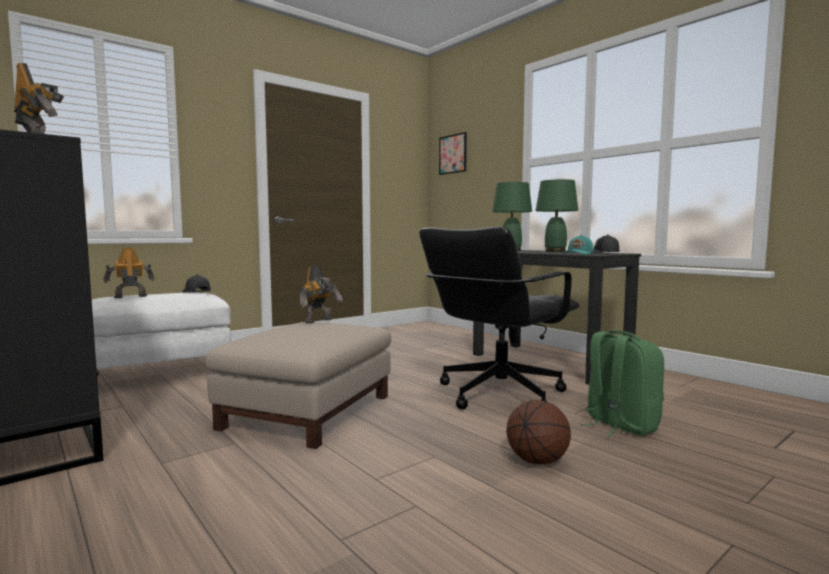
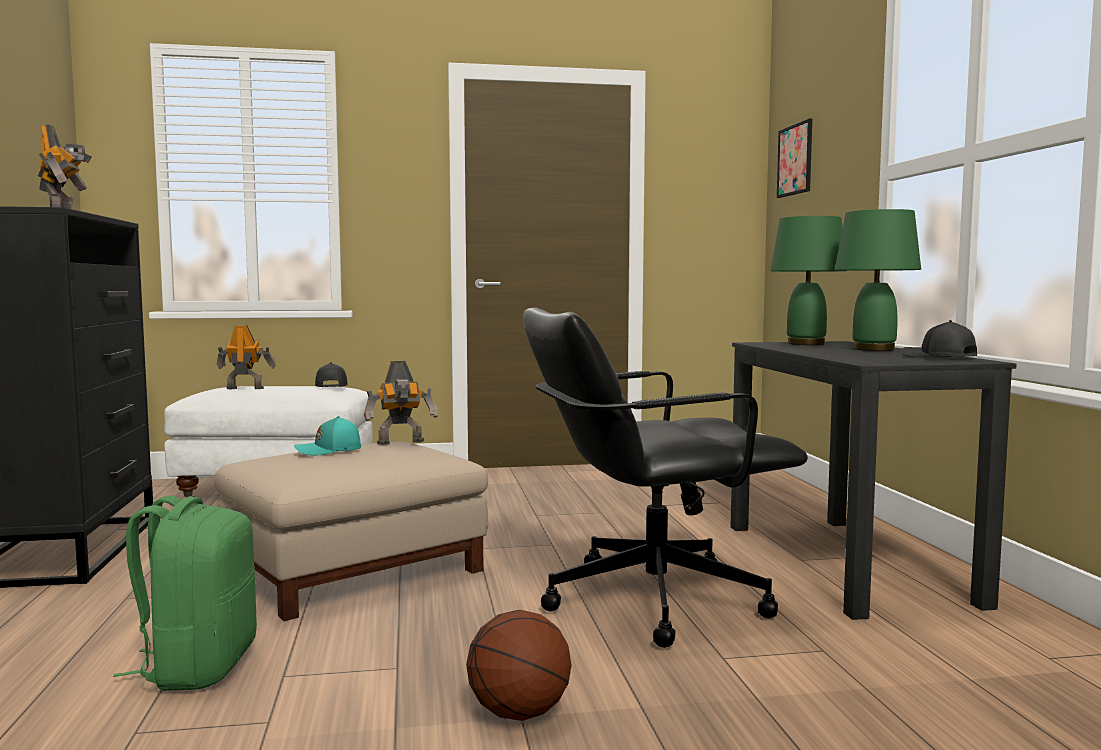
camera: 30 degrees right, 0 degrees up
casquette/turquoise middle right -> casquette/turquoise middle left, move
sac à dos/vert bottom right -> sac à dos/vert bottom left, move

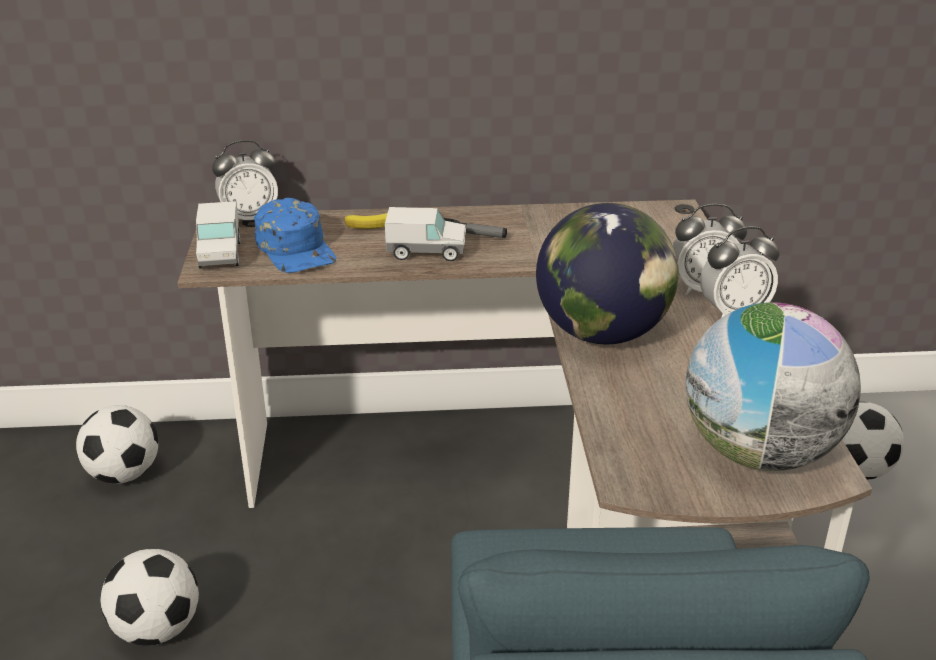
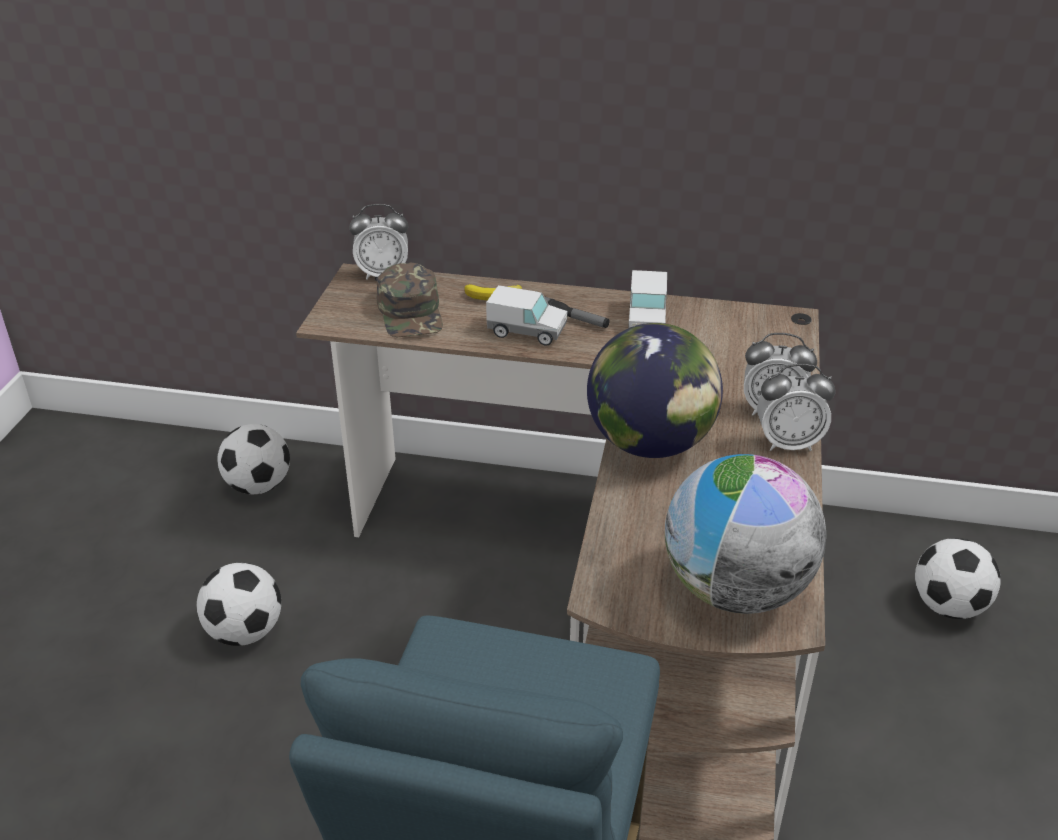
camera: 15 degrees right, 5 degrees up
casquette/bleu middle left -> casquette/vert centre
camion jouet (1st from left in the first image) middle left -> camion jouet (2nd from left) centre, move

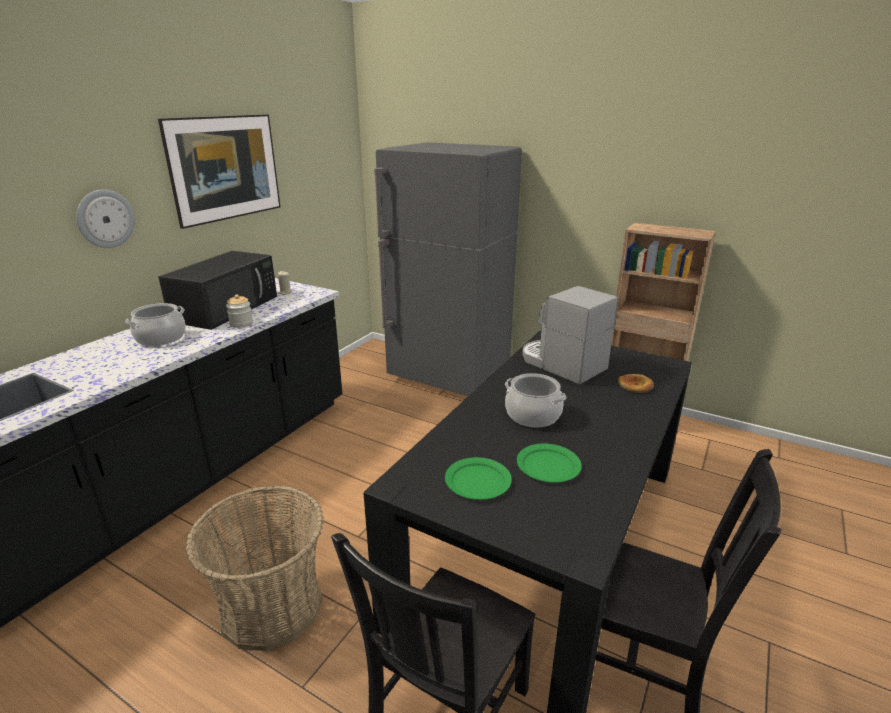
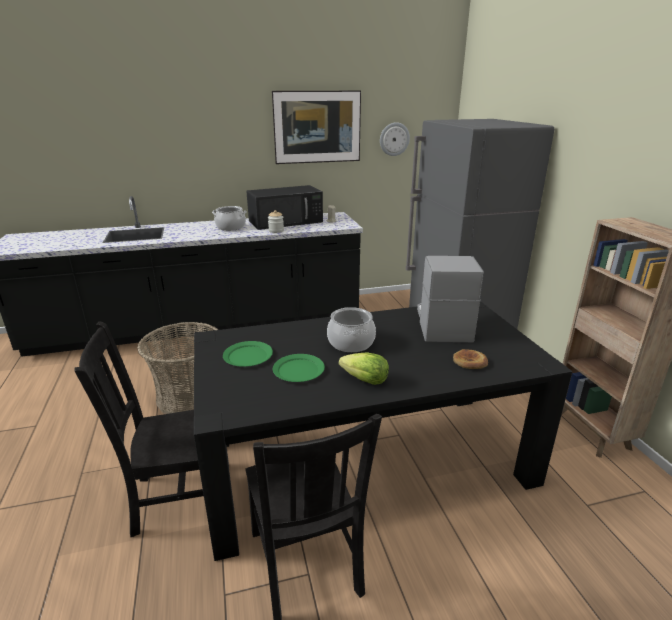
camera: 45 degrees right, 0 degrees up
horloge murale top left -> horloge murale top centre, move
none -> laitue centre

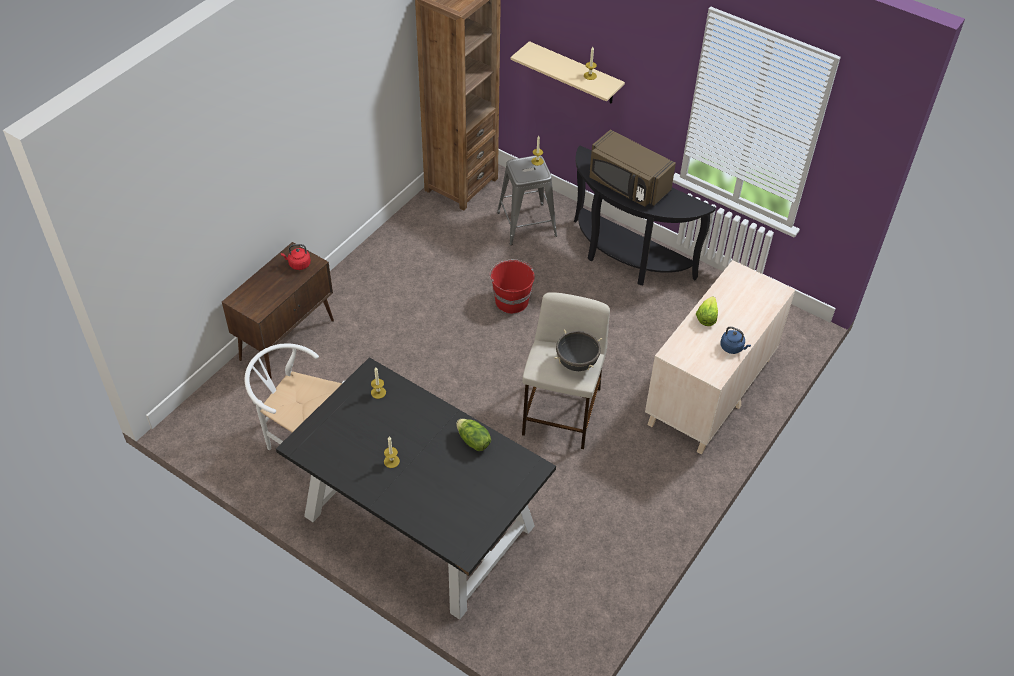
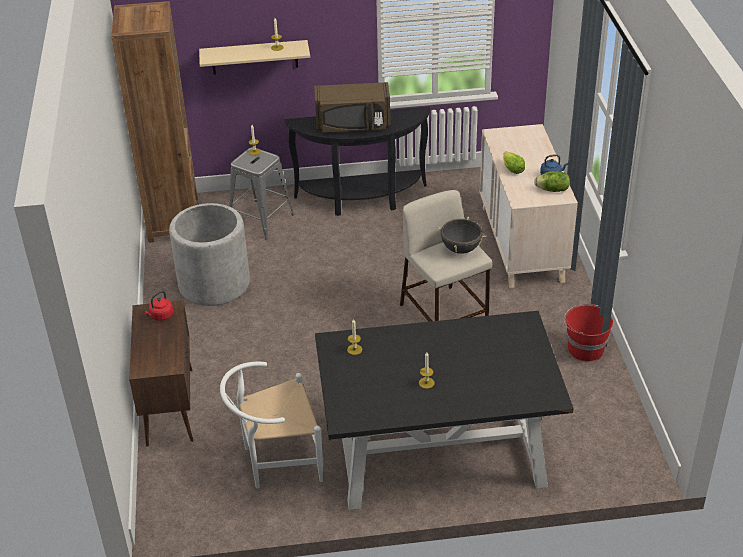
camera: 40 degrees left, 10 degrees down
seau/rouge centre -> seau/rouge middle right, move
laitue (1st from left in the first image) centre -> laitue (2nd from left) top right, move
none -> cache-pot/gris middle left

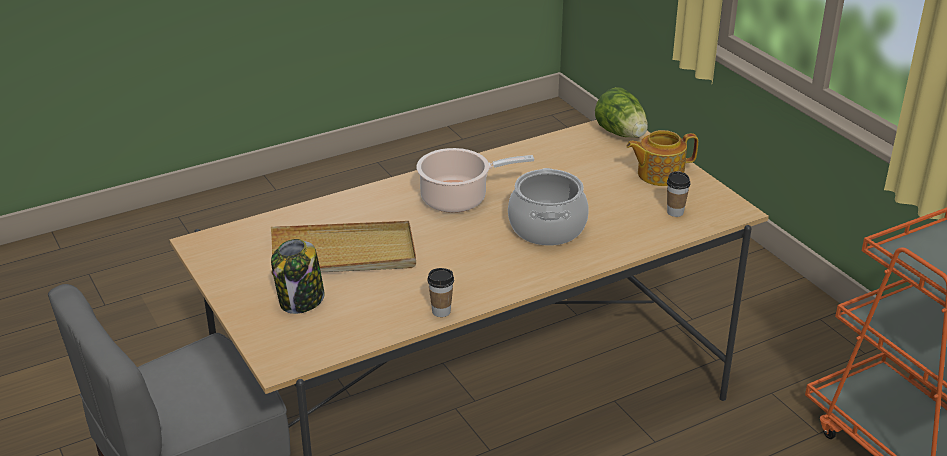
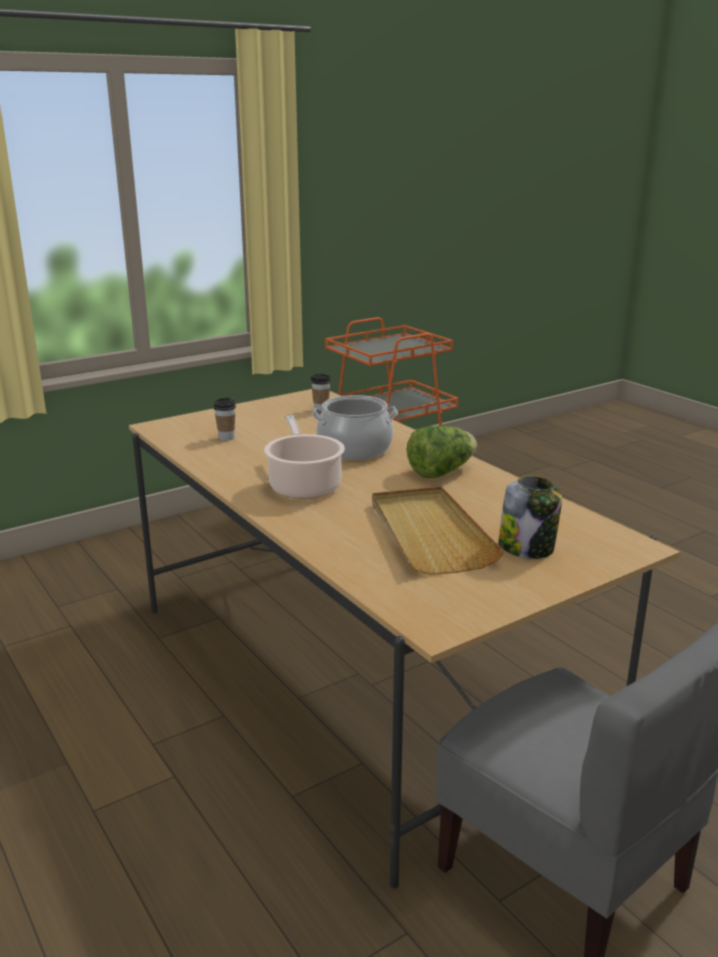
camera: 95 degrees left, 10 degrees down
laitue top centre -> laitue centre, move
théière middle right -> none
tasse (1st from left) centre -> tasse (1st from left) middle left, move

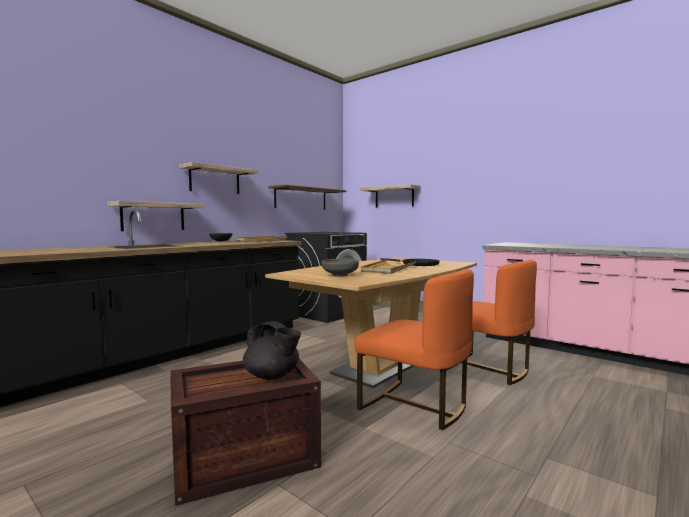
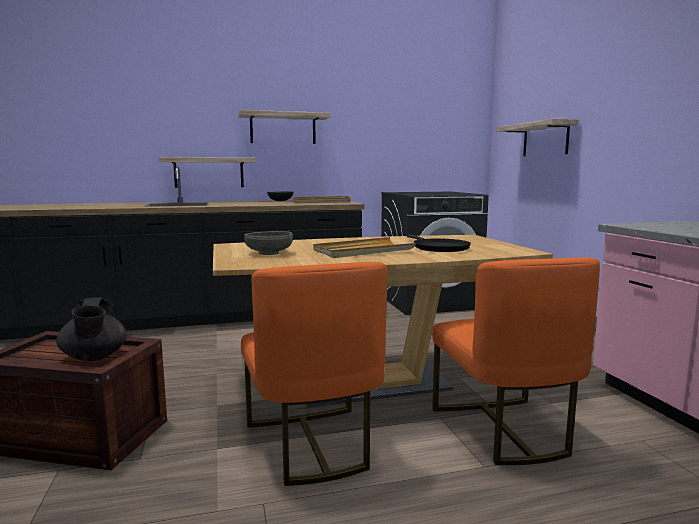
camera: 35 degrees right, 5 degrees up
étagère (3rd from left) centre -> none

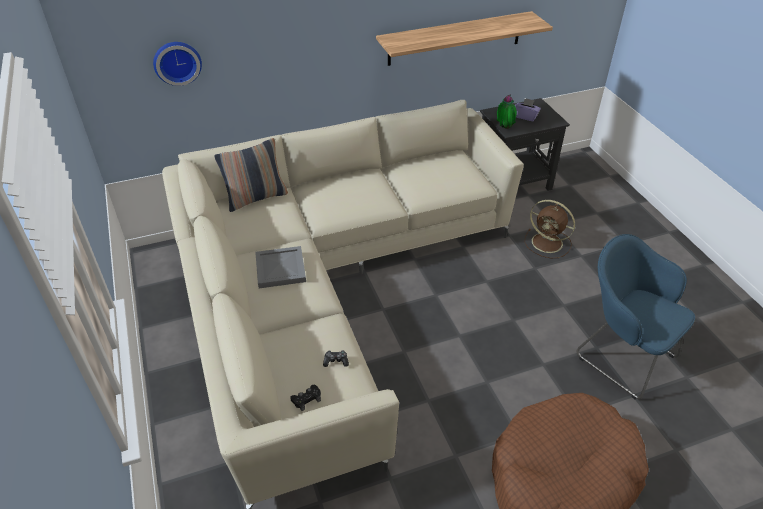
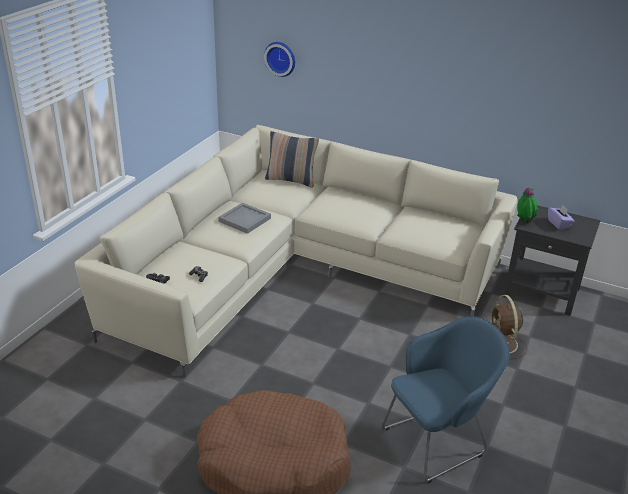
camera: 45 degrees right, 10 degrees down
étagère top centre -> none
fauteuil/bleu middle right -> fauteuil/bleu bottom right, 60 degrees clockwise

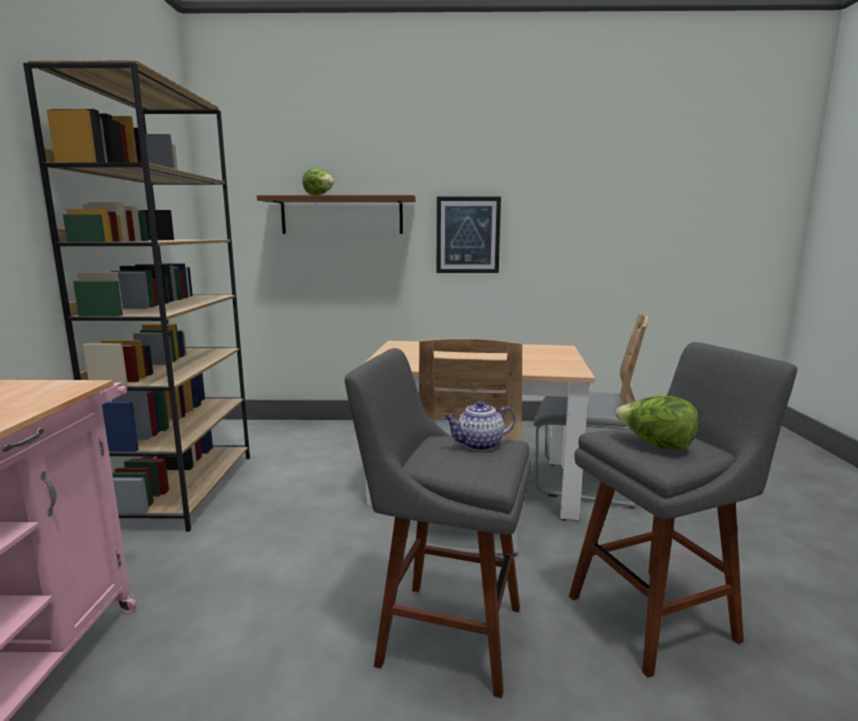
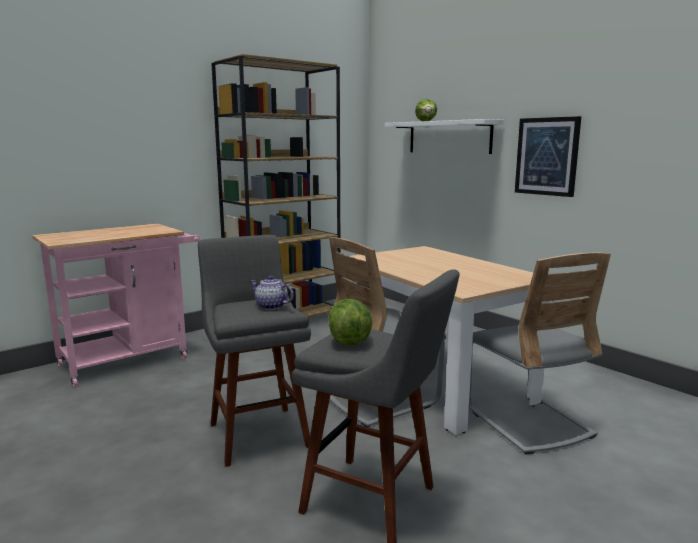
camera: 50 degrees right, 0 degrees up
étagère/marron top centre -> étagère/blanc top centre

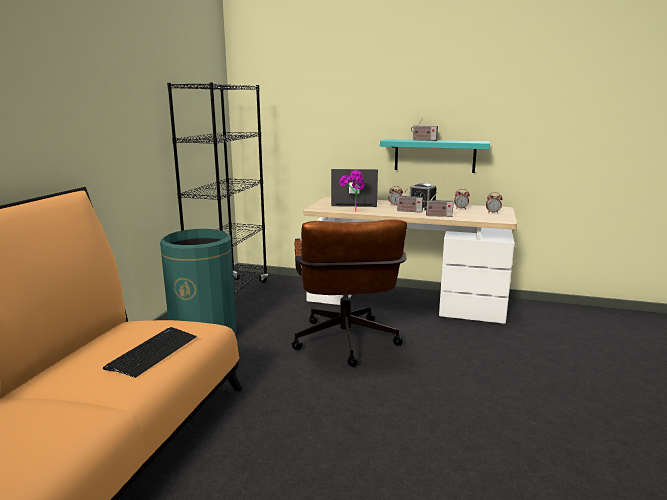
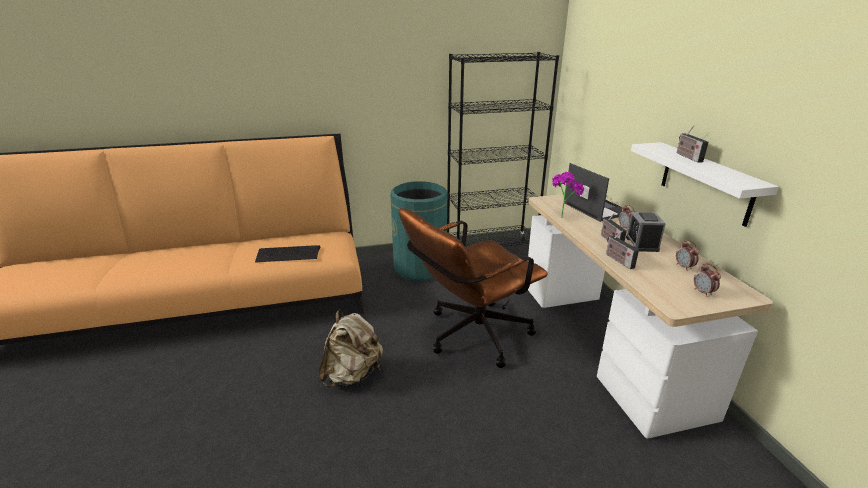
camera: 60 degrees right, 10 degrees up
étagère/turquoise top centre -> étagère/blanc middle right
none -> sac à dos/beige bottom centre

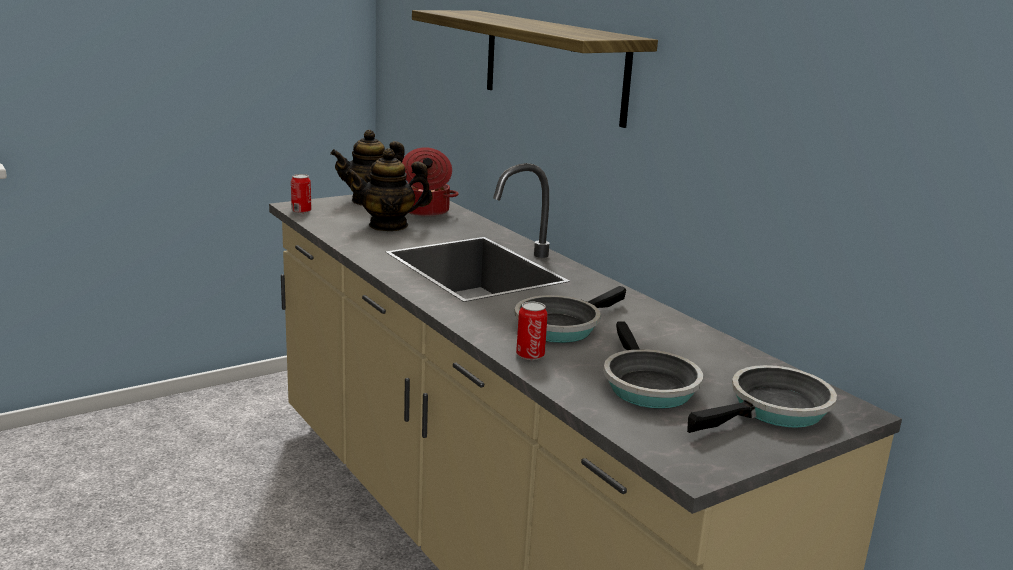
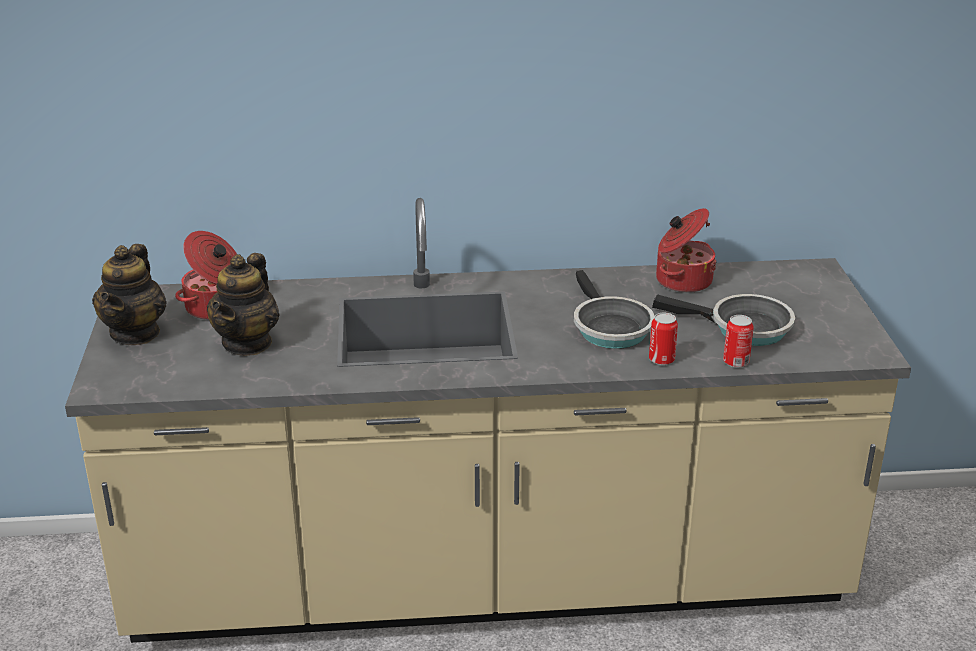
camera: 60 degrees left, 10 degrees up
étagère top centre -> none
boîte métallique (1st from left in the first image) middle left -> boîte métallique (2nd from left) middle right, move
poêle (3rd from left) bottom right -> none
none -> marmite (2nd from left) middle right

